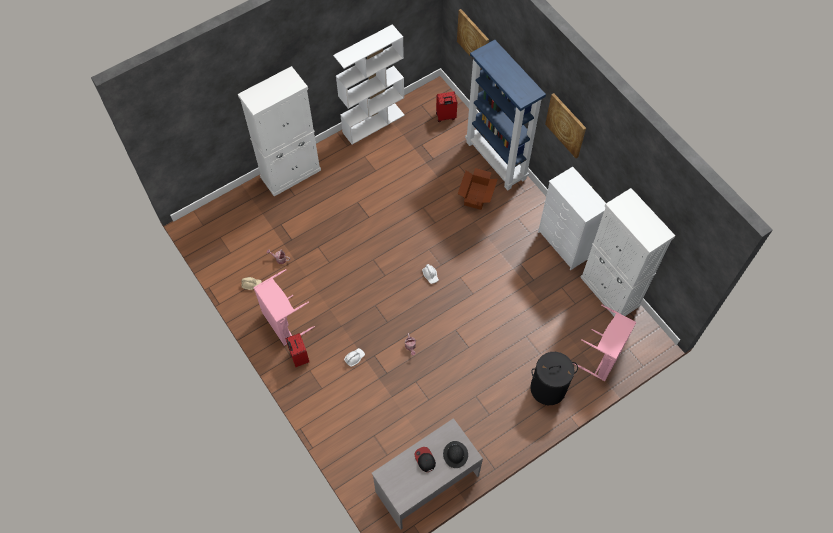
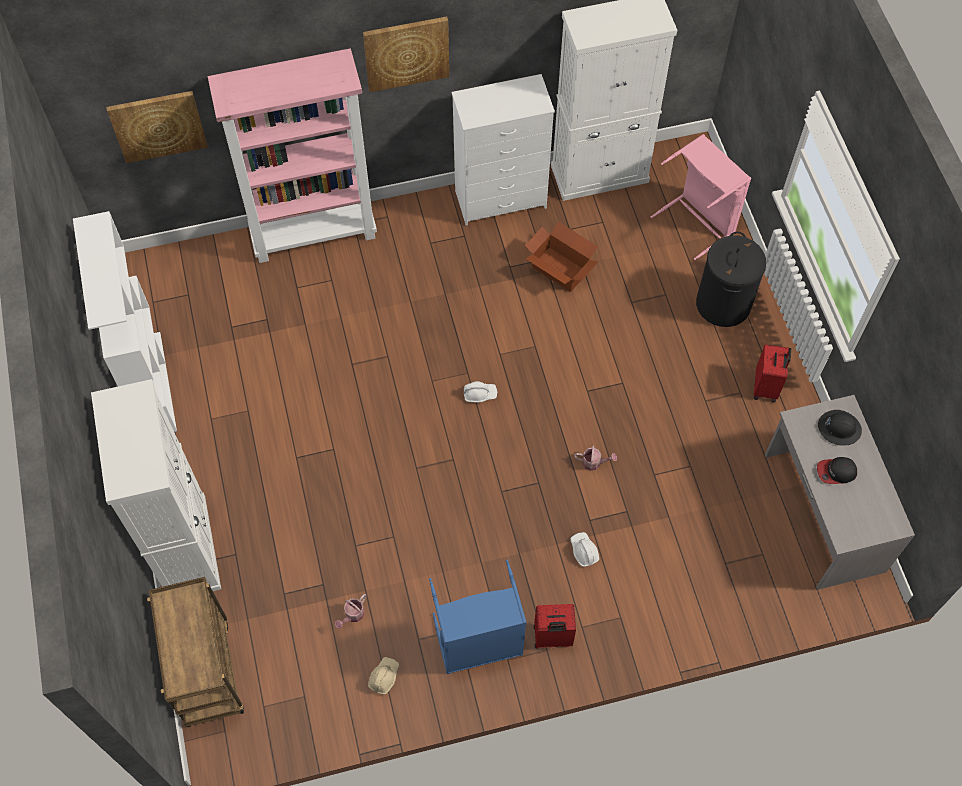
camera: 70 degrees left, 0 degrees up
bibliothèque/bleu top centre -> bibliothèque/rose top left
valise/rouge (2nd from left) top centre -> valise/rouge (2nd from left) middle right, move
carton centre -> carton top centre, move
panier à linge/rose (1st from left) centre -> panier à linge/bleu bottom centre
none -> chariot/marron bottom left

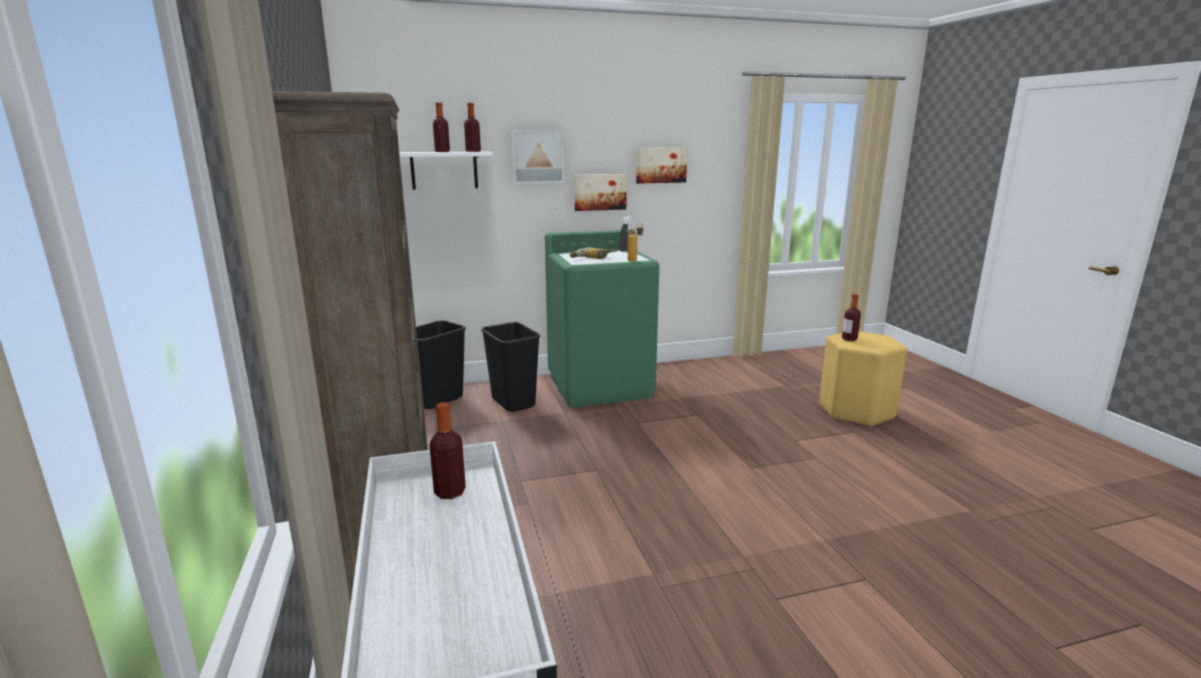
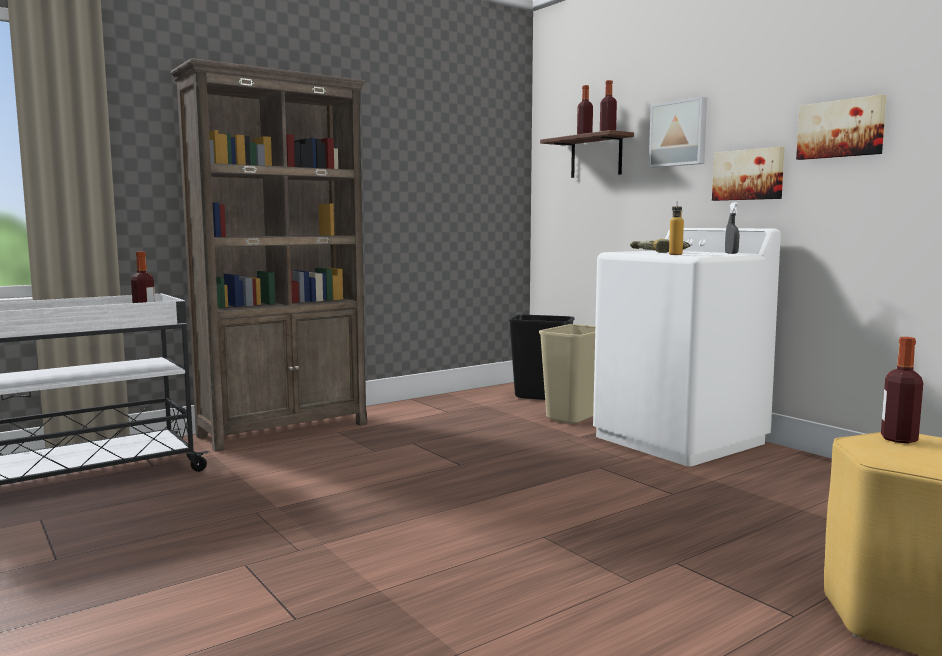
camera: 70 degrees right, 10 degrees down
étagère/blanc top centre -> étagère/marron top centre
lave-linge/vert centre -> lave-linge/blanc middle right
poubelle/noir (2nd from left) centre -> poubelle/beige centre

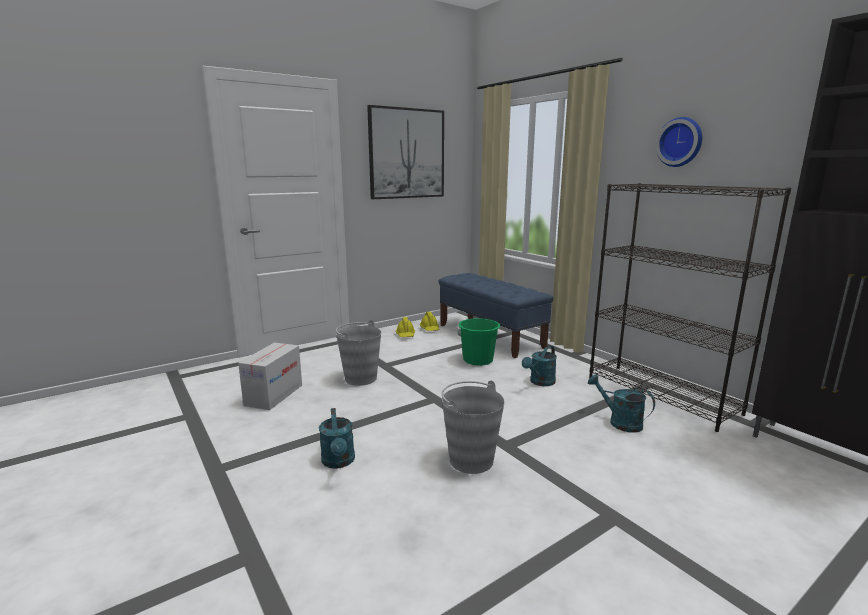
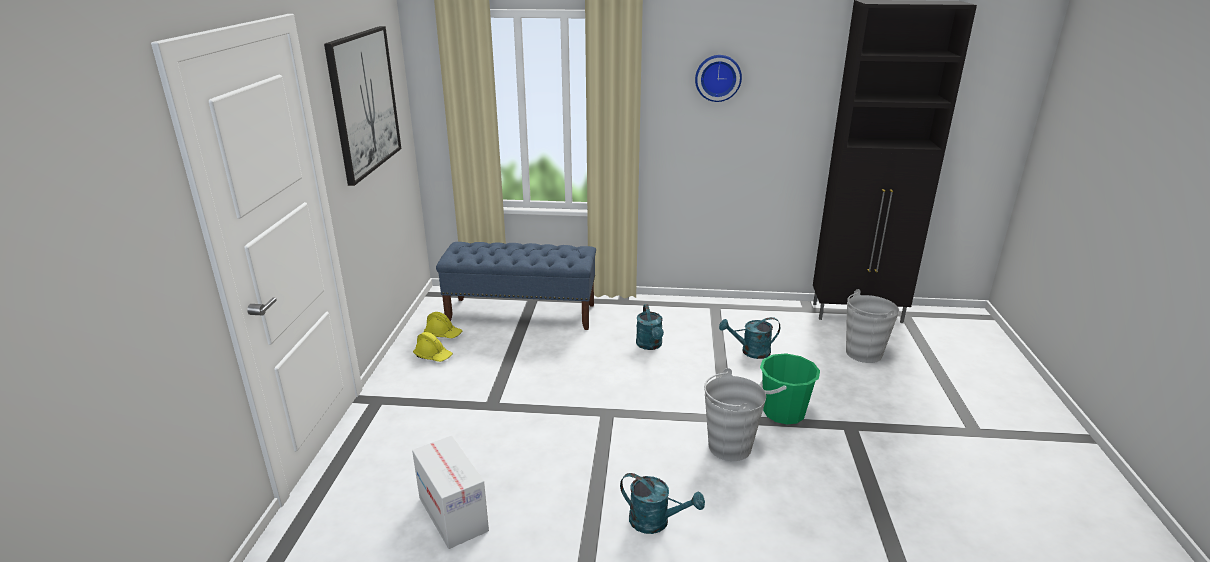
camera: 50 degrees left, 10 degrees up
bibliothèque/noir middle right -> none
seau/vert centre -> seau/vert bottom centre, move
seau/gris (1st from left in the first image) centre -> seau/gris (2nd from left) middle right, move

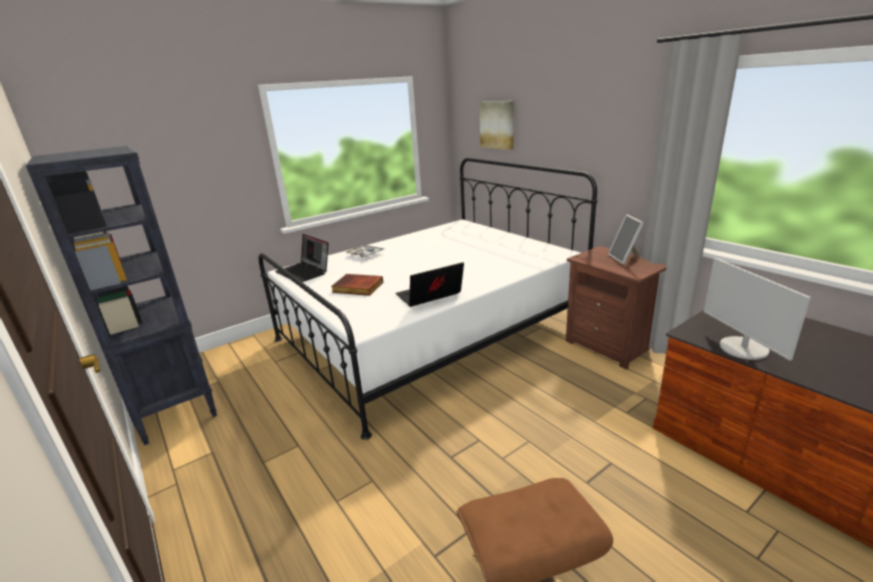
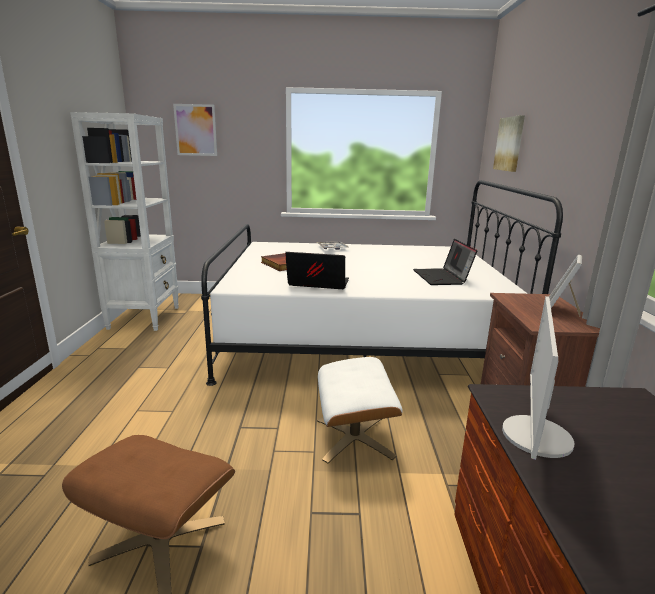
camera: 35 degrees right, 5 degrees down
bibliothèque/noir middle left -> bibliothèque/blanc middle left
ordinateur portable (1st from left in the first image) centre -> ordinateur portable (2nd from left) middle right, move
none -> tableau (1st from left) top left
none -> pouf/blanc bottom centre

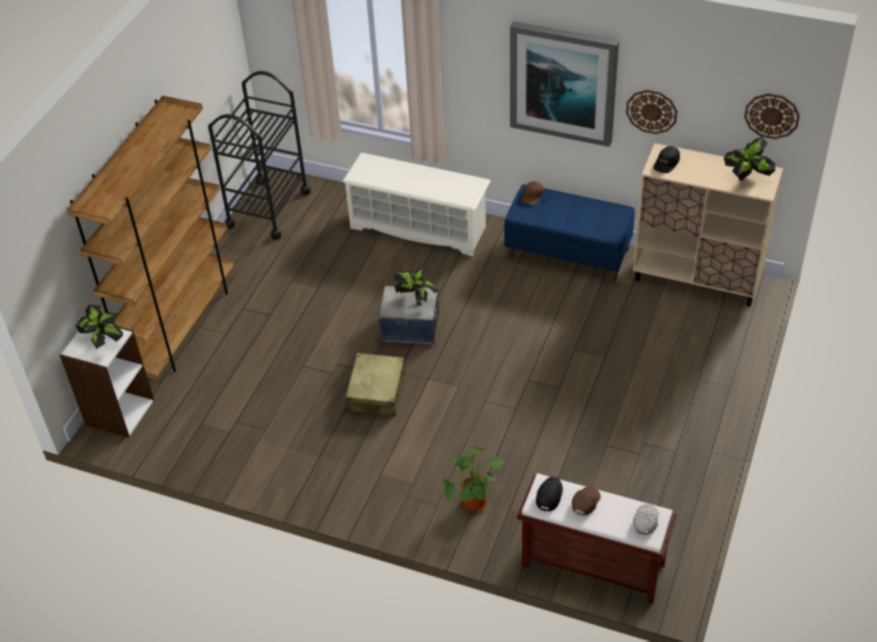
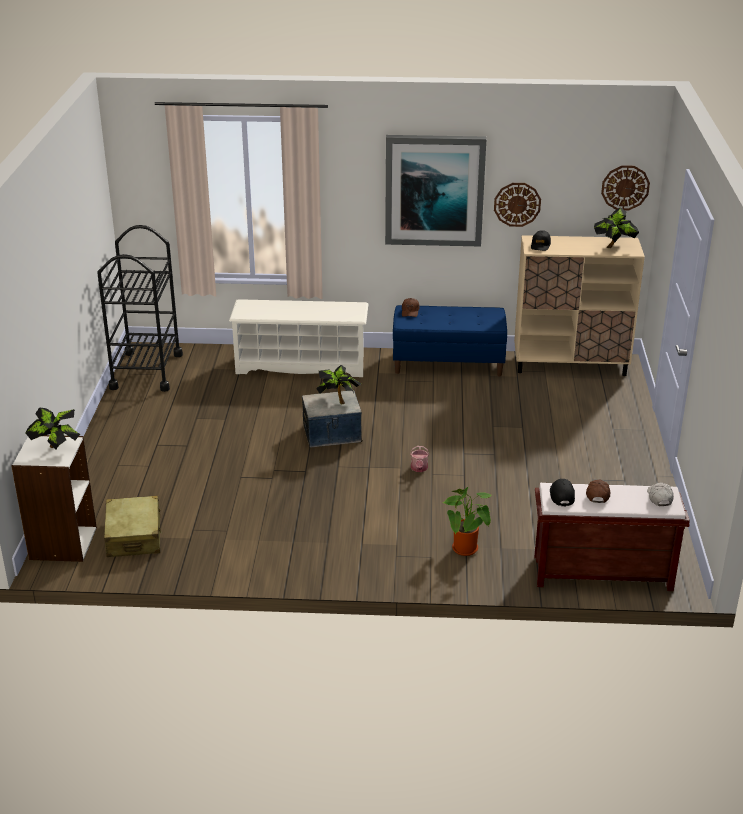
camera: 20 degrees left, 15 degrees down
bibliothèque/marron middle left -> none
valise/beige centre -> valise/beige middle left, move
none -> arrosoir centre

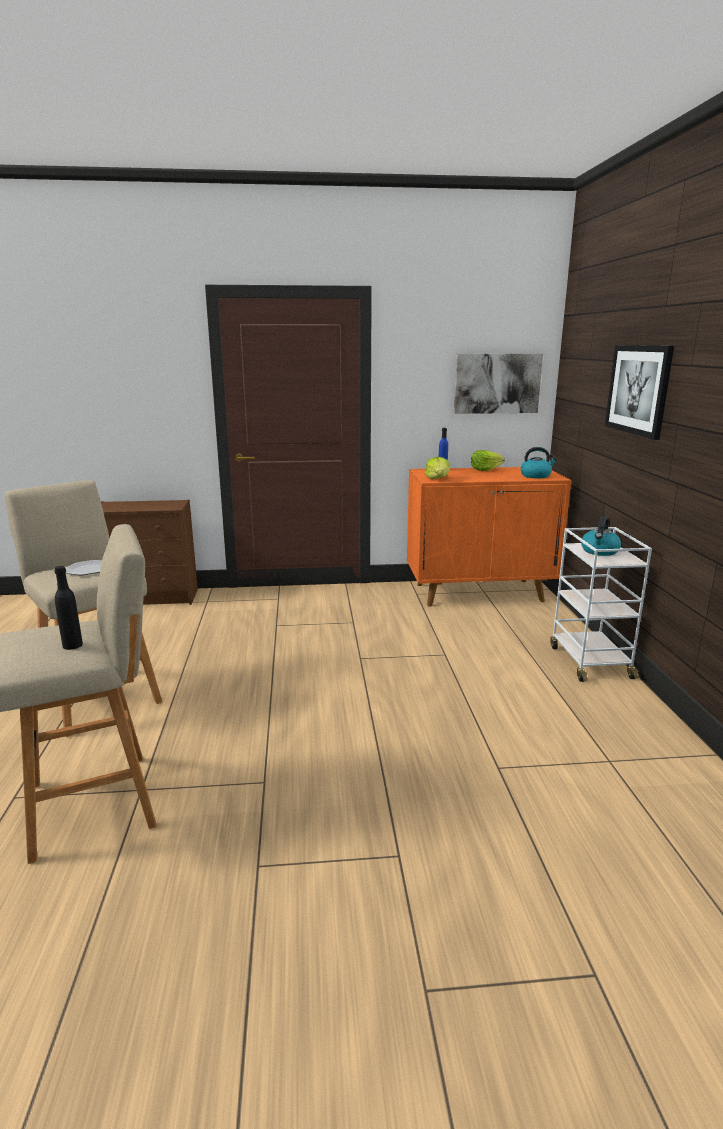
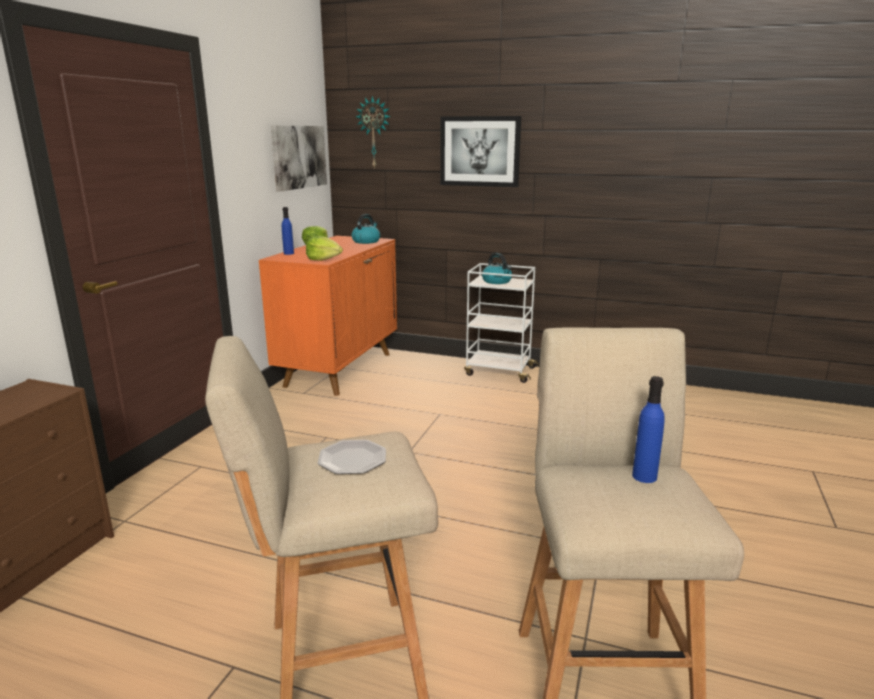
camera: 65 degrees left, 0 degrees up
bouteille/noir middle left -> bouteille/bleu (2nd from left) middle right
none -> horloge murale top centre

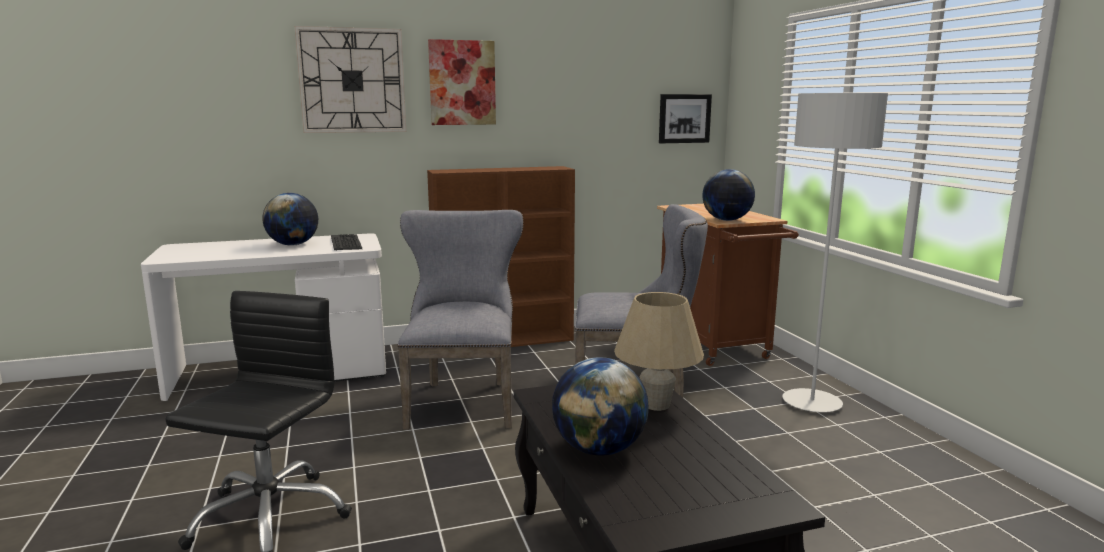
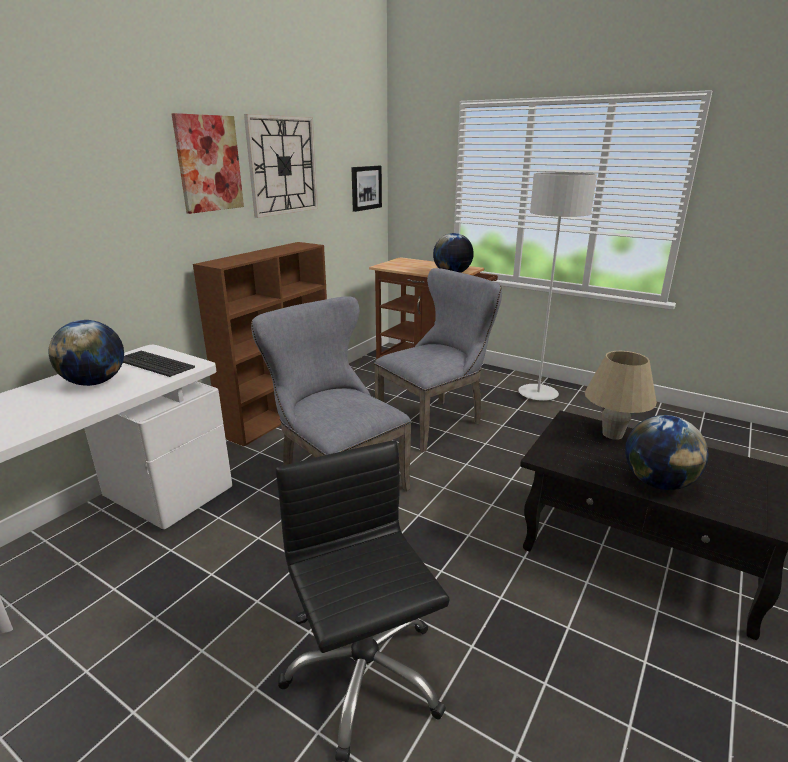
camera: 40 degrees left, 10 degrees up
horloge murale top left -> horloge murale top centre, move

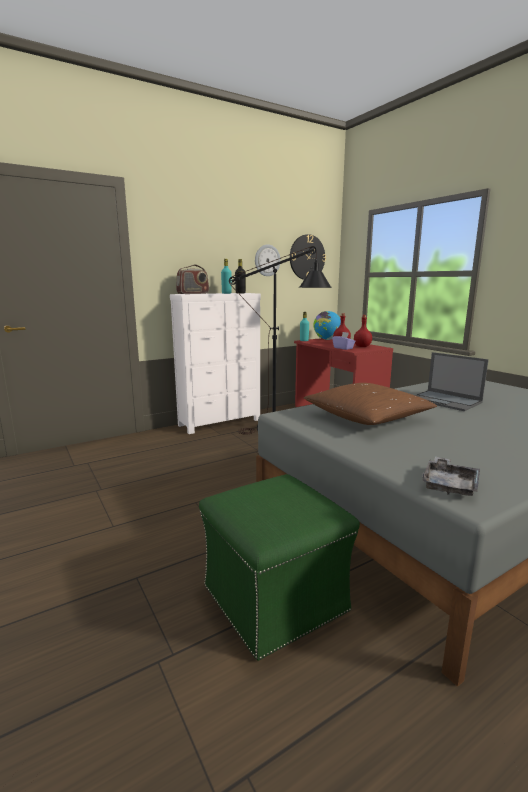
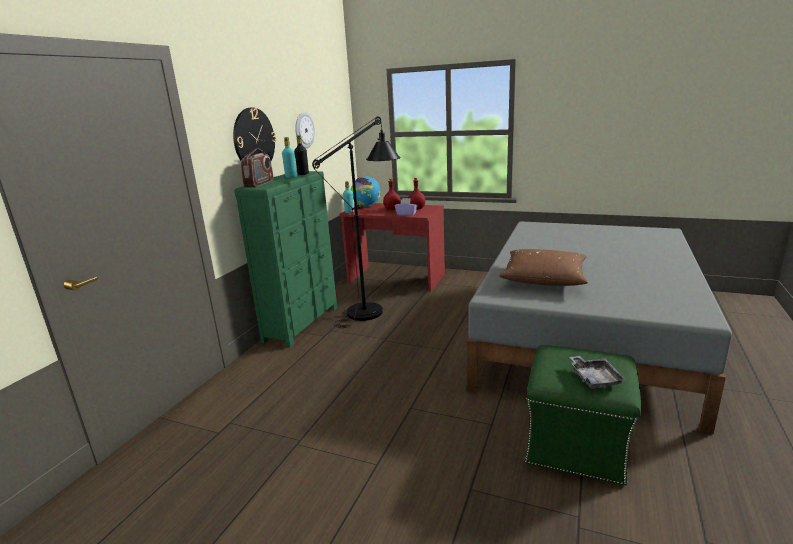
camera: 35 degrees left, 5 degrees up
horloge murale (2nd from left in the first image) top centre -> horloge murale (1st from left) top left, move
commode/blanc centre -> commode/vert centre
ordinateur portable middle right -> none
plateau/gris middle right -> plateau/gris bottom right, move

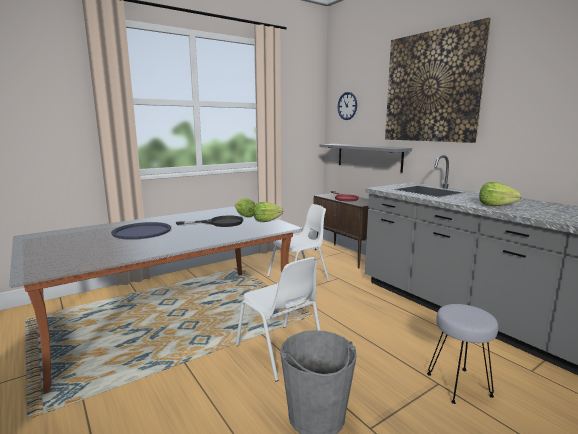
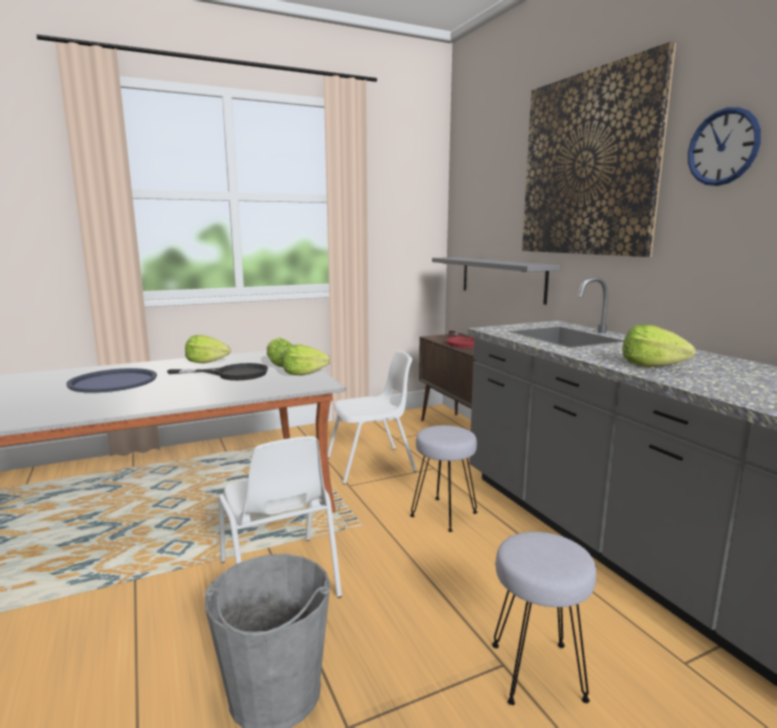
camera: 10 degrees right, 0 degrees up
horloge murale top centre -> horloge murale top right, move
none -> laitue (1st from left) middle left
none -> tabouret/gris (1st from left) centre

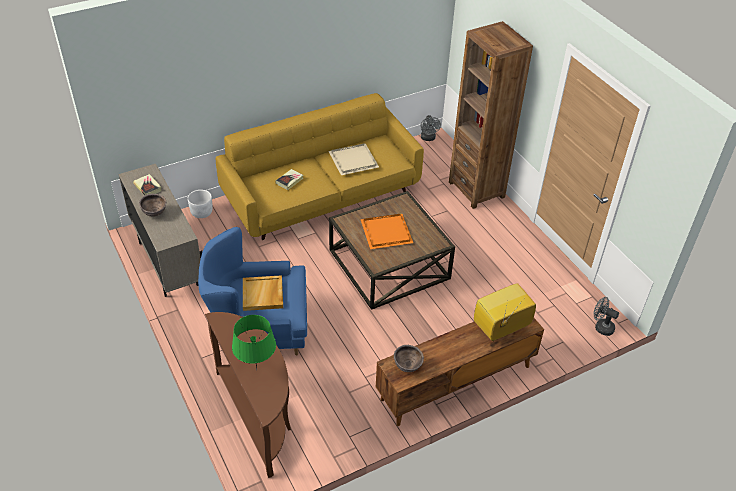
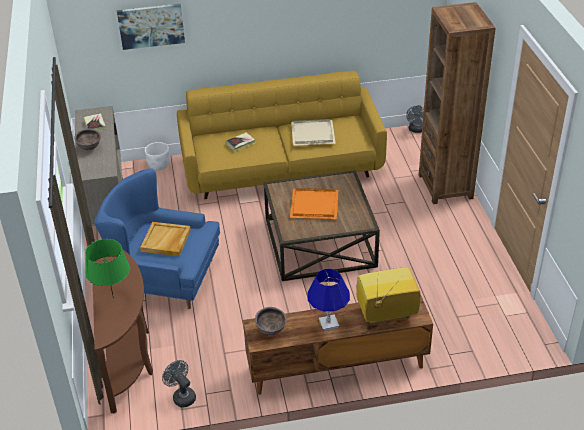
camera: 20 degrees right, 5 degrees down
ventilateur/gris (2nd from left in the first image) middle right -> ventilateur/gris (1st from left) bottom left, move
none -> tableau top left
none -> lampe de table/bleu bottom centre

